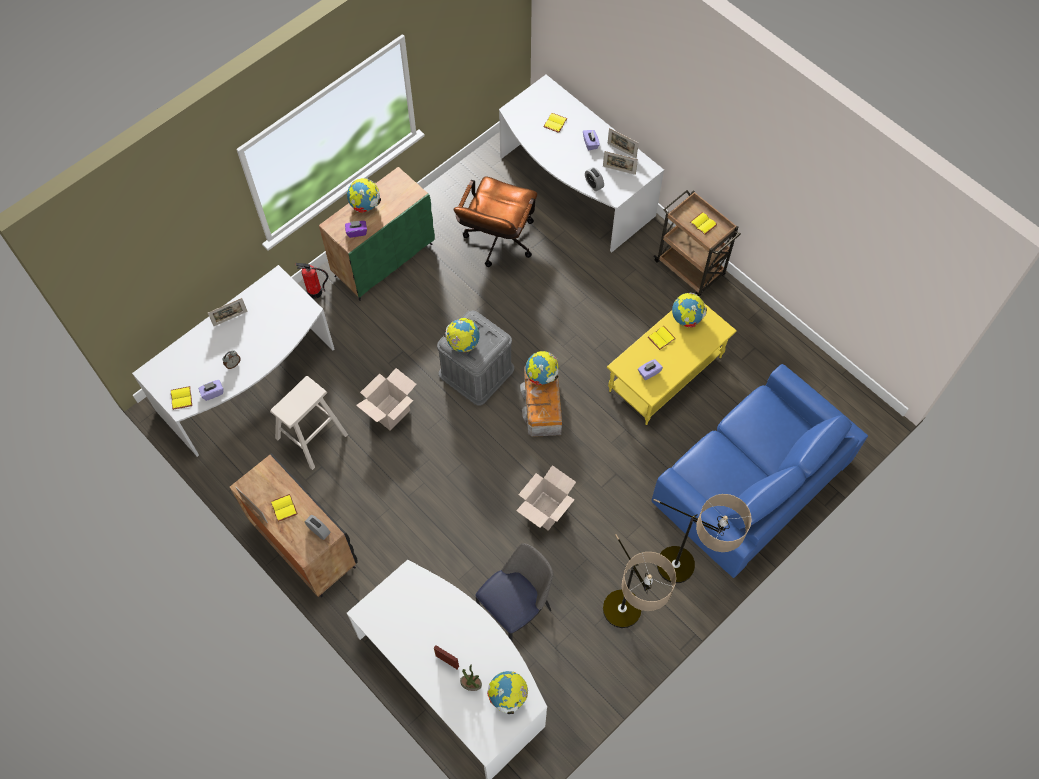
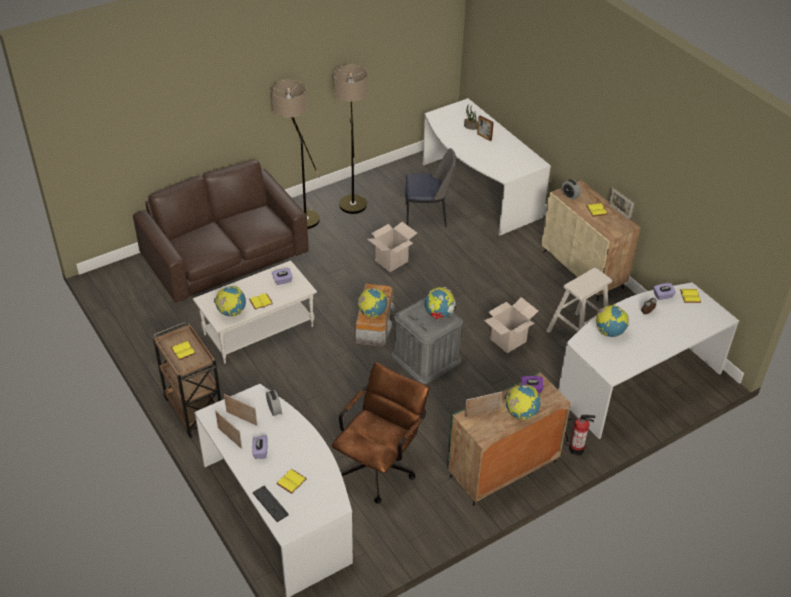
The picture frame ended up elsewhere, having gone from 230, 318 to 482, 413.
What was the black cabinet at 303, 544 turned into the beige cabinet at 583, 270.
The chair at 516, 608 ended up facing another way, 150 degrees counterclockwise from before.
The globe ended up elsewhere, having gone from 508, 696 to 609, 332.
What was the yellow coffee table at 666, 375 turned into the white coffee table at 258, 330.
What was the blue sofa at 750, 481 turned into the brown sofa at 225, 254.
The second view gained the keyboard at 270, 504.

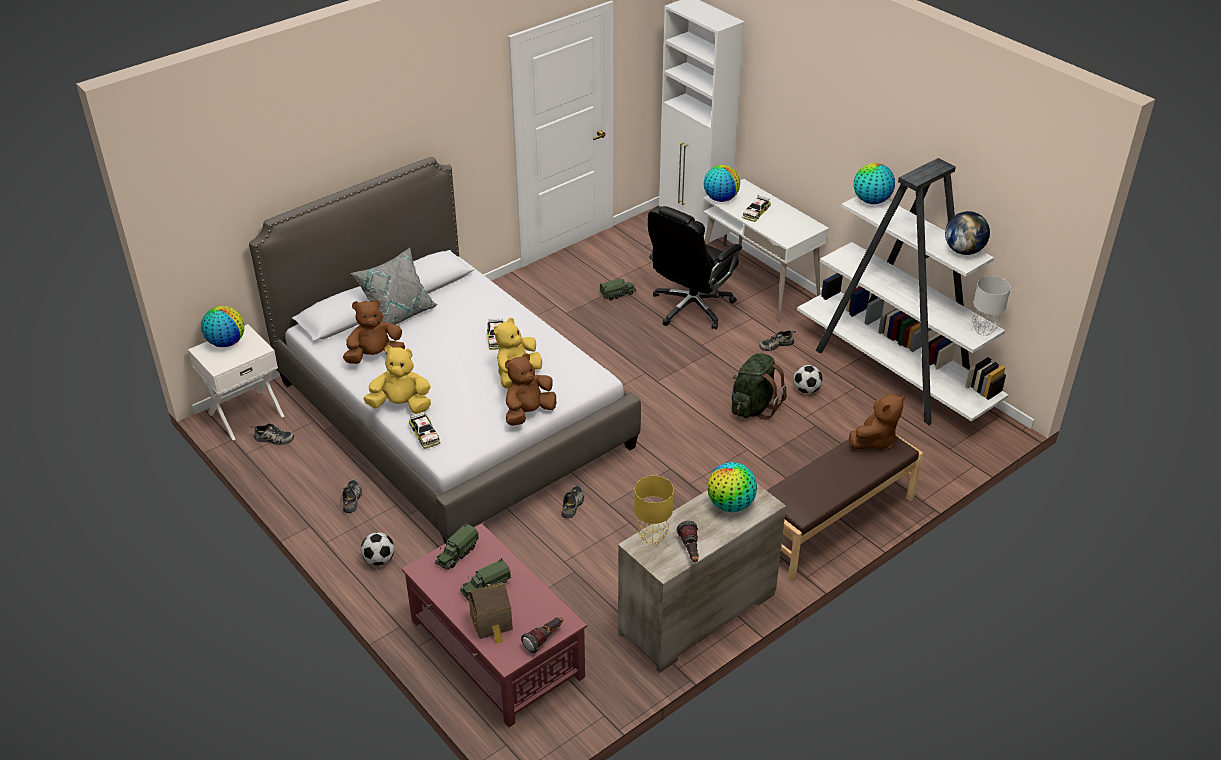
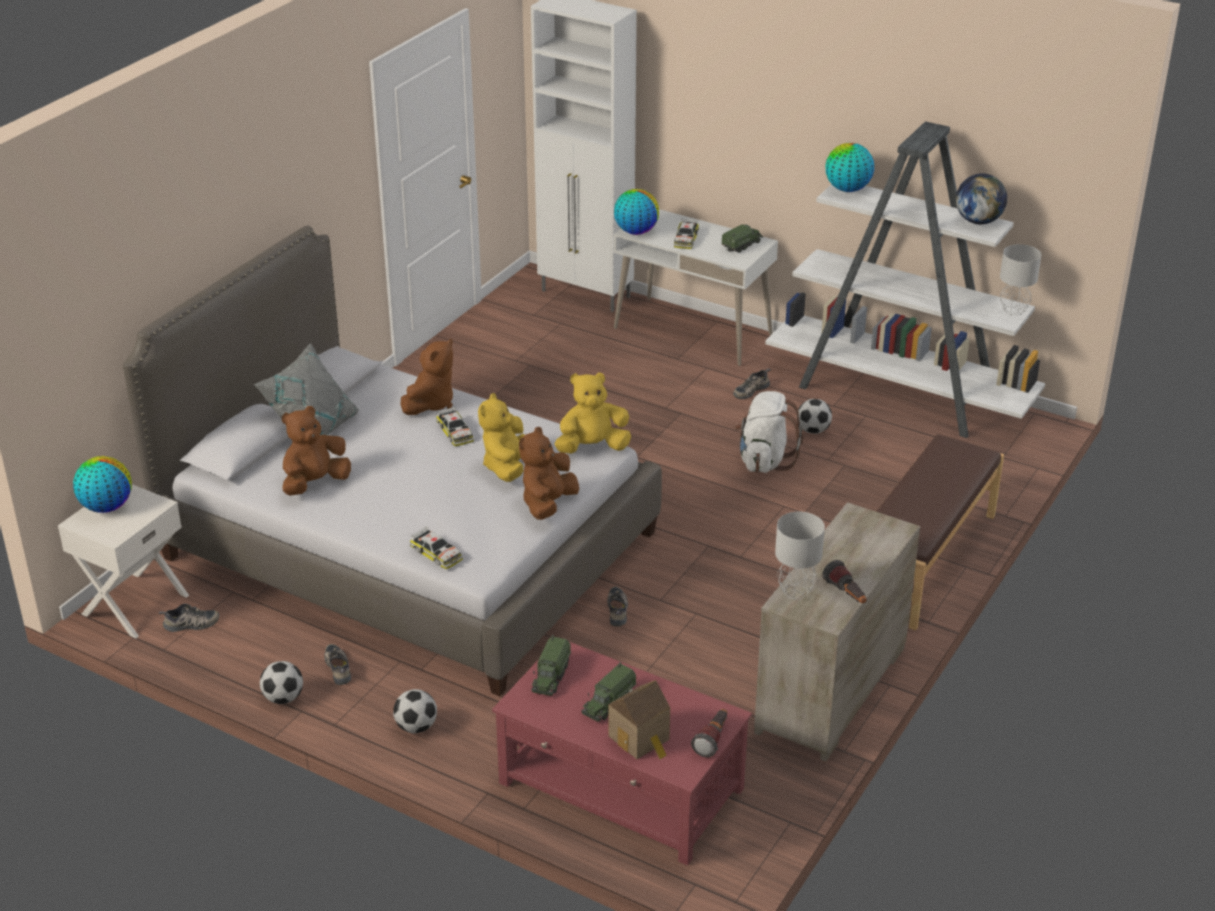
The yellow plush toy ended up elsewhere, having gone from 401, 405 to 592, 447.
The toy truck ended up elsewhere, having gone from 618, 294 to 742, 245.
What was the yellow table lamp at 652, 538 turned into the grey table lamp at 796, 592.
The second view lost the black office chair at 691, 308.
The second view lost the globe at 730, 505.
What was the green backpack at 753, 407 turned into the white backpack at 764, 461.
The brown plush toy ended up elsewhere, having gone from 874, 440 to 431, 403.
The second view gained the football at 283, 698.

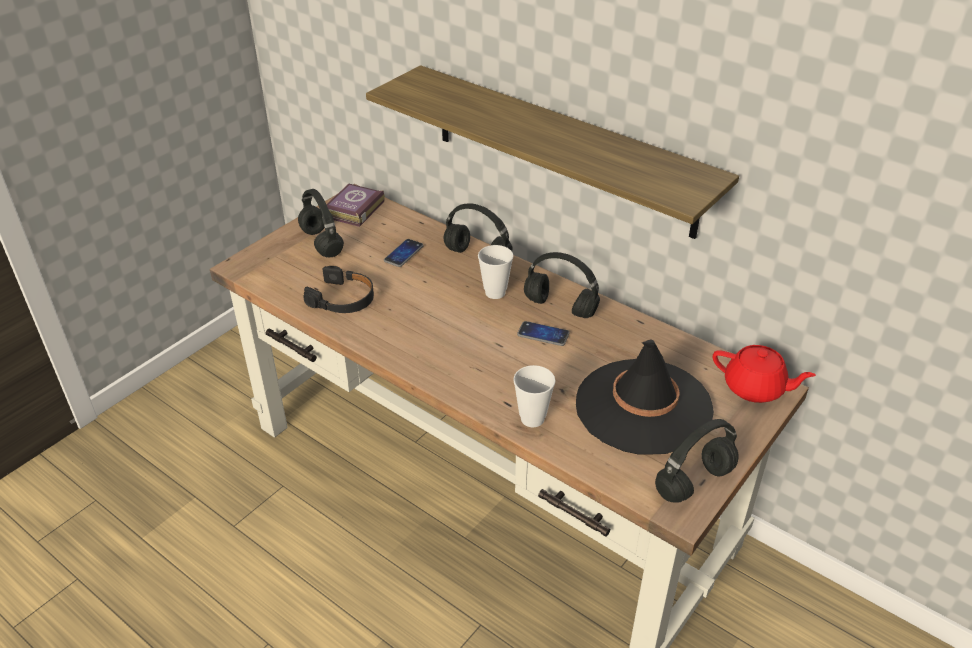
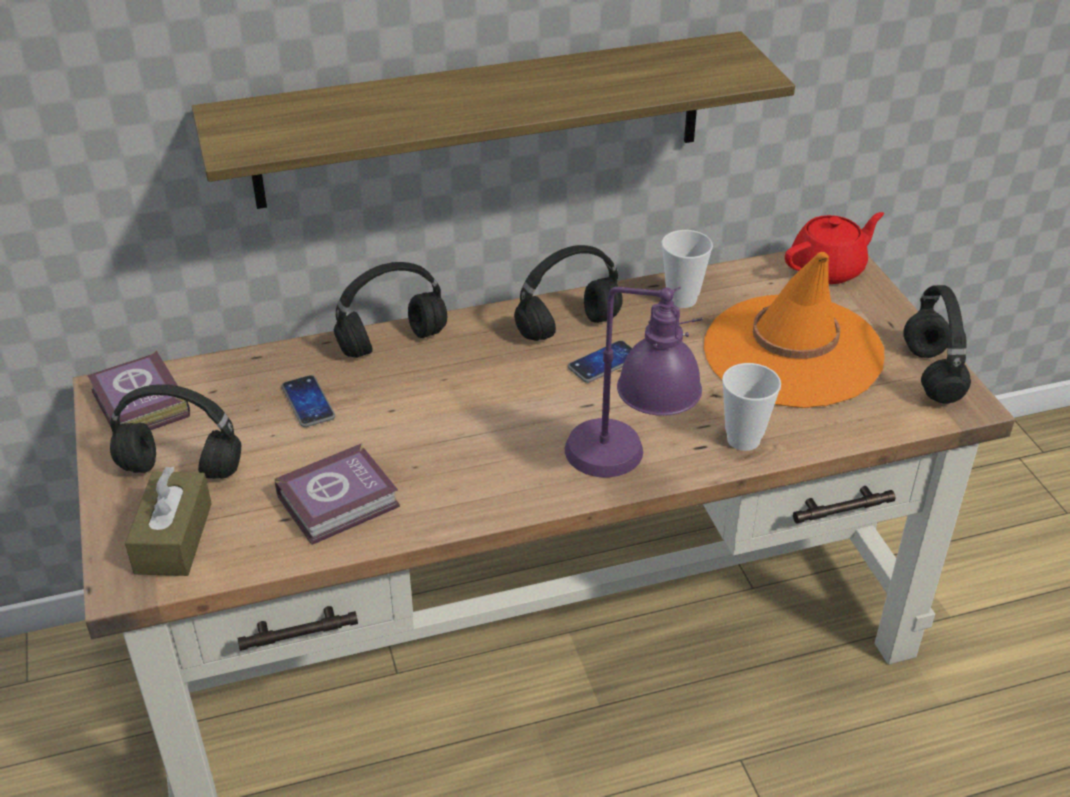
Where the black headphones stood at 343, 299, the book came to stand at 341, 502.
The cup ended up elsewhere, having gone from 495, 292 to 682, 299.
What was the black hat at 643, 406 turned into the orange hat at 792, 352.
The second view gained the brown tissue box at 173, 538.
The second view gained the purple table lamp at 629, 468.

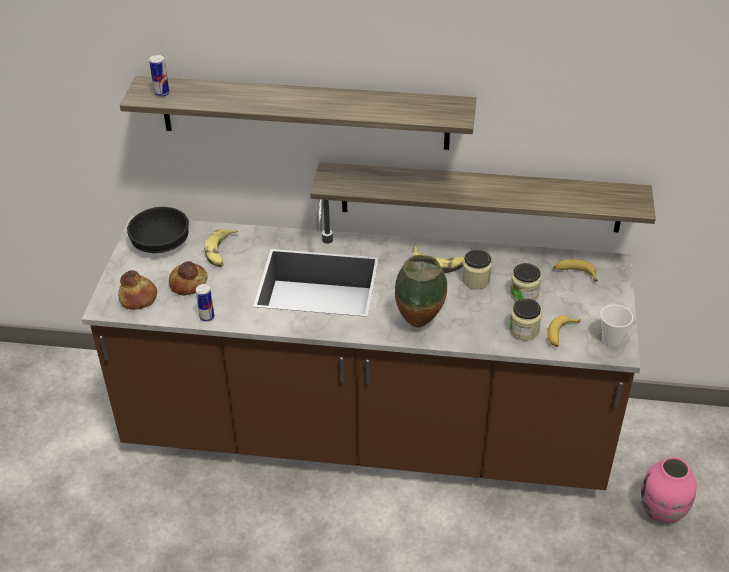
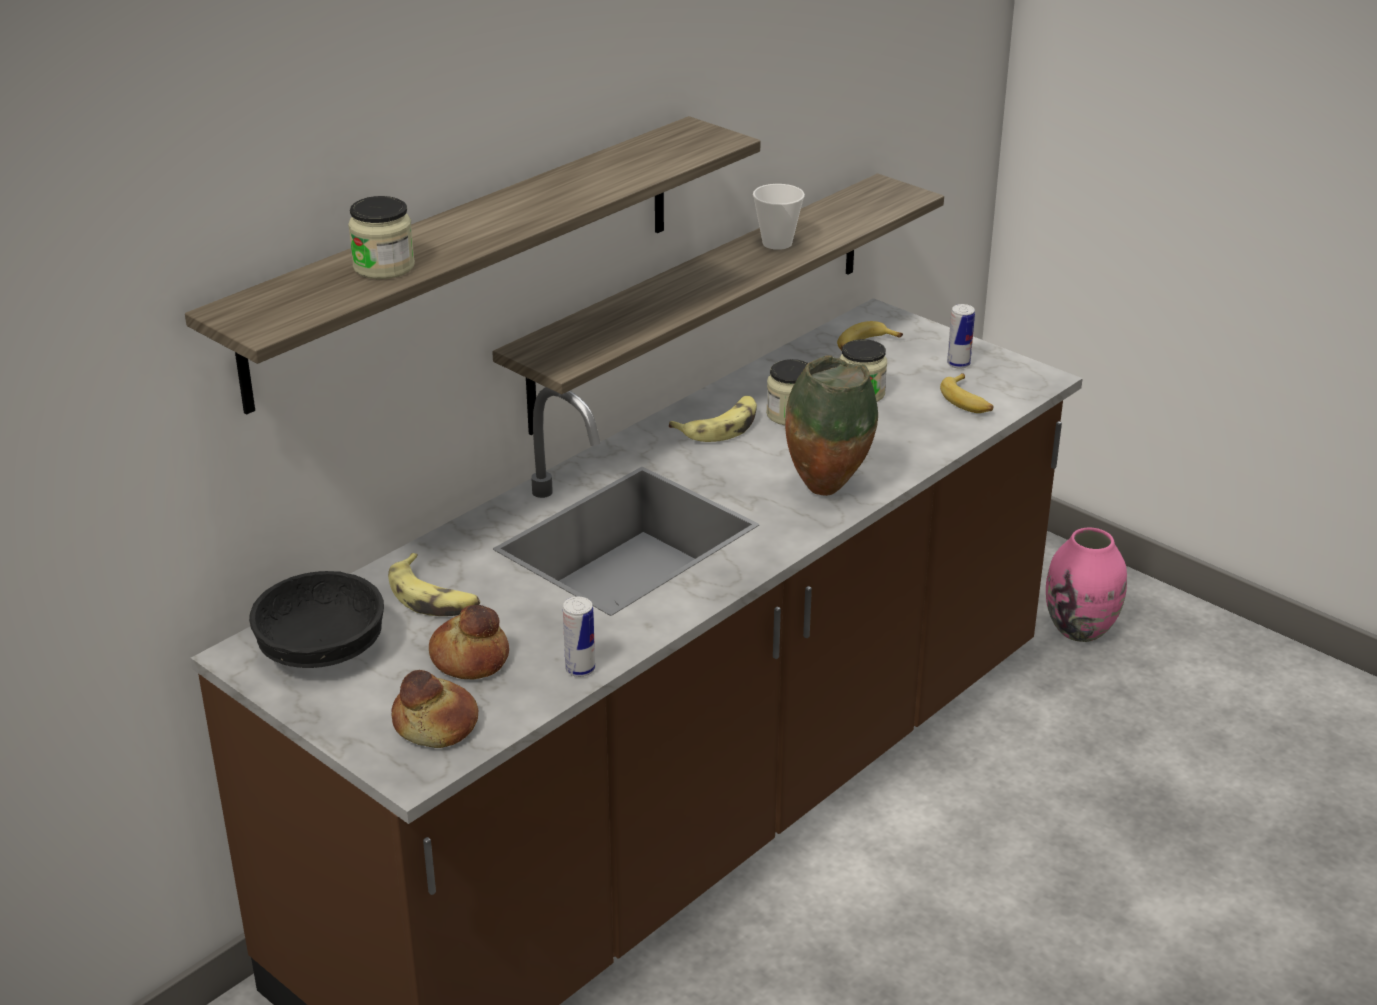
The can ended up elsewhere, having gone from 162, 93 to 958, 364.
The jar ended up elsewhere, having gone from 524, 330 to 384, 267.
The cup ended up elsewhere, having gone from 611, 339 to 777, 243.

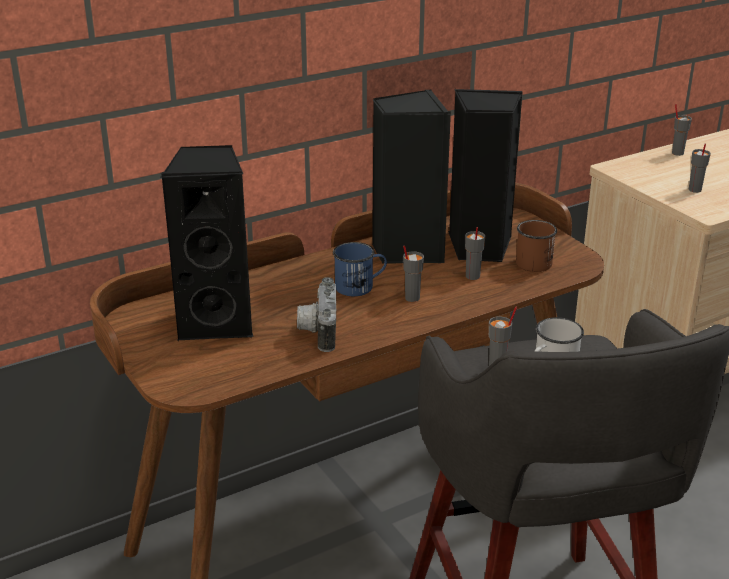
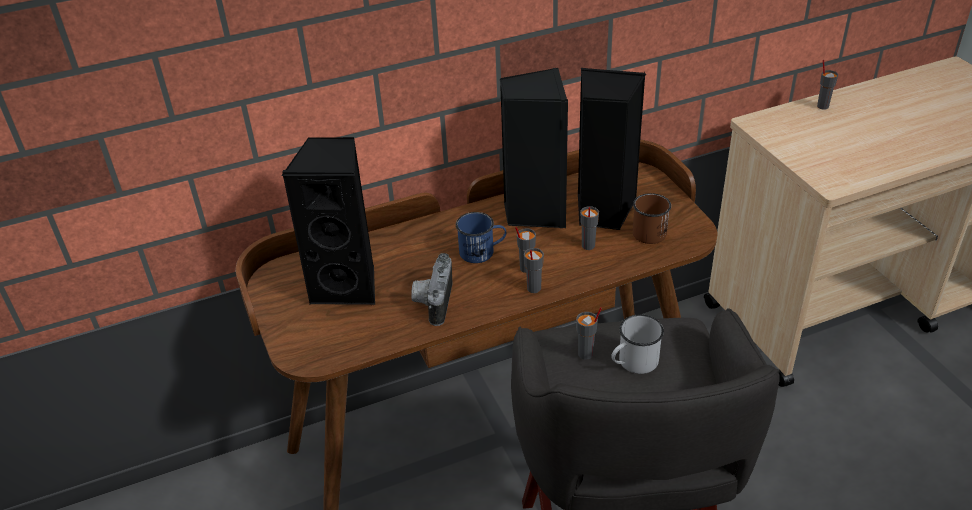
The grey cup ended up elsewhere, having gone from 694, 190 to 533, 288.

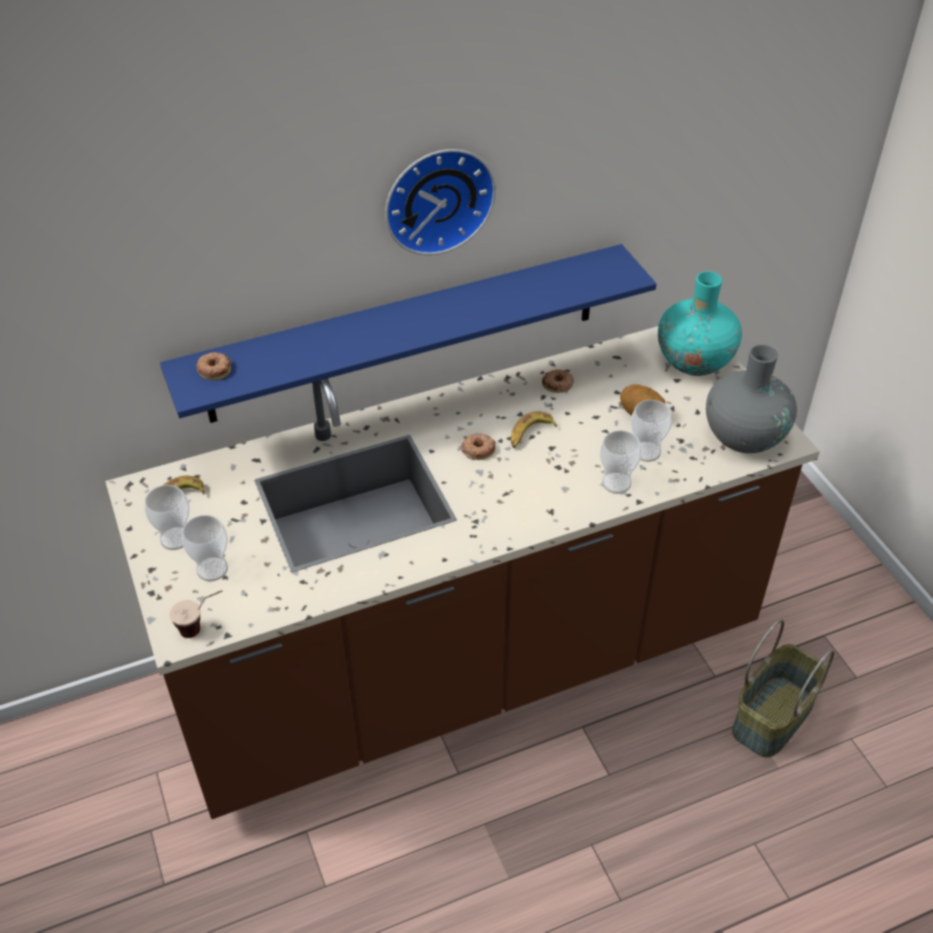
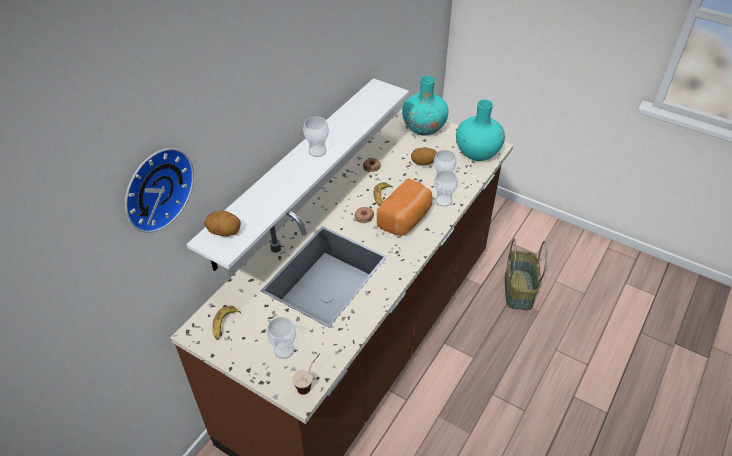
The cup ended up elsewhere, having gone from 175, 538 to 317, 151.
What was the blue shelf at 405, 334 turned into the white shelf at 294, 170.
Where the donut stood at 214, 369, the potato came to stand at 225, 232.
The wall clock ended up elsewhere, having gone from 437, 198 to 155, 188.
What was the grey vase at 744, 436 turned into the turquoise vase at 477, 153.
The second view gained the bread at 406, 219.

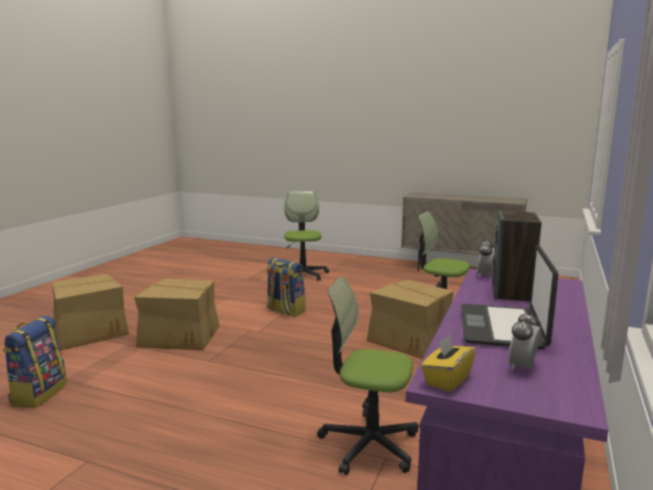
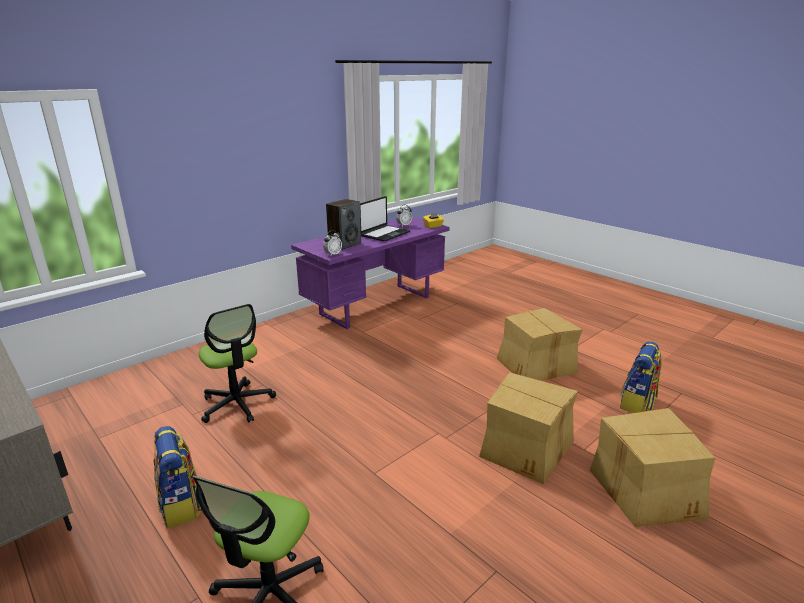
The backpack ended up elsewhere, having gone from 285, 311 to 182, 505.
The second view lost the office chair at 369, 444.
The cardboard box ended up elsewhere, having gone from 411, 340 to 535, 365.

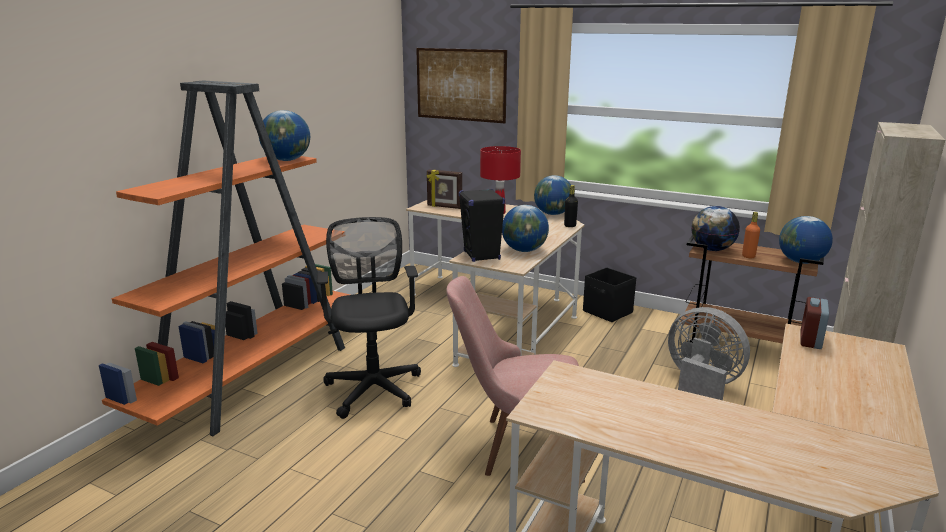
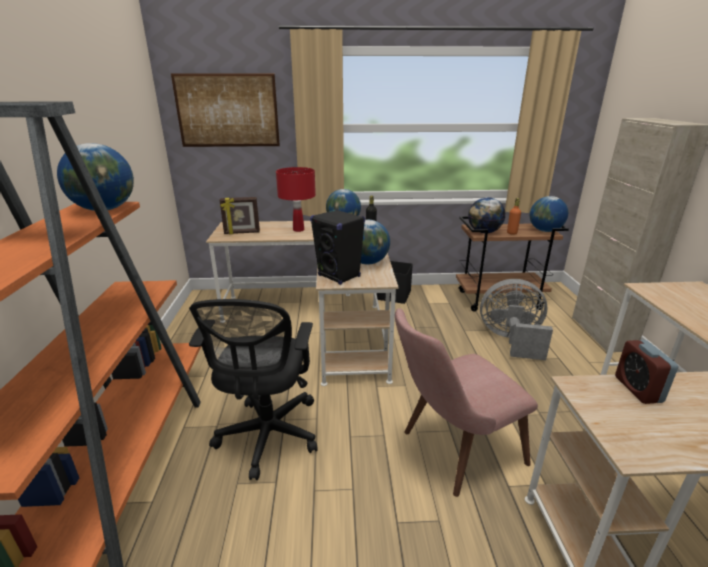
The black office chair at 373, 386 ended up facing another way, 135 degrees counterclockwise from before.
The alarm clock ended up elsewhere, having gone from 810, 340 to 638, 389.

